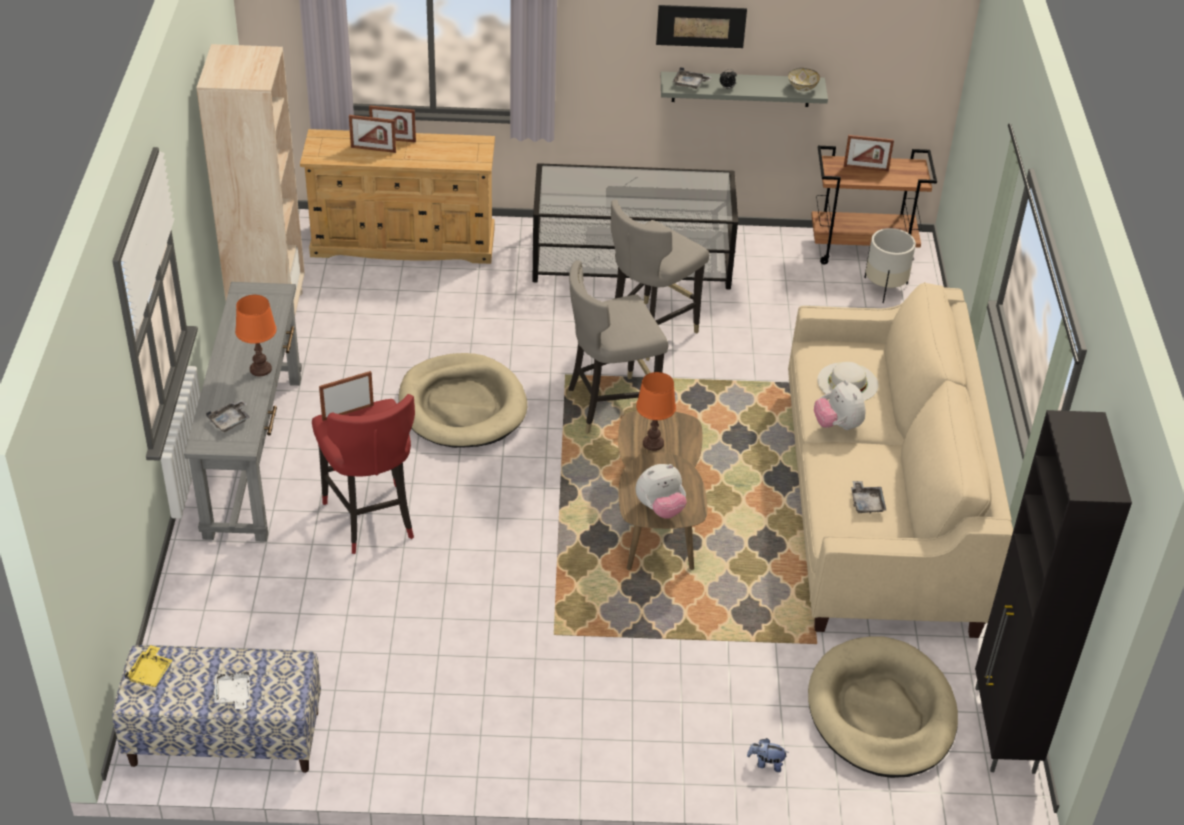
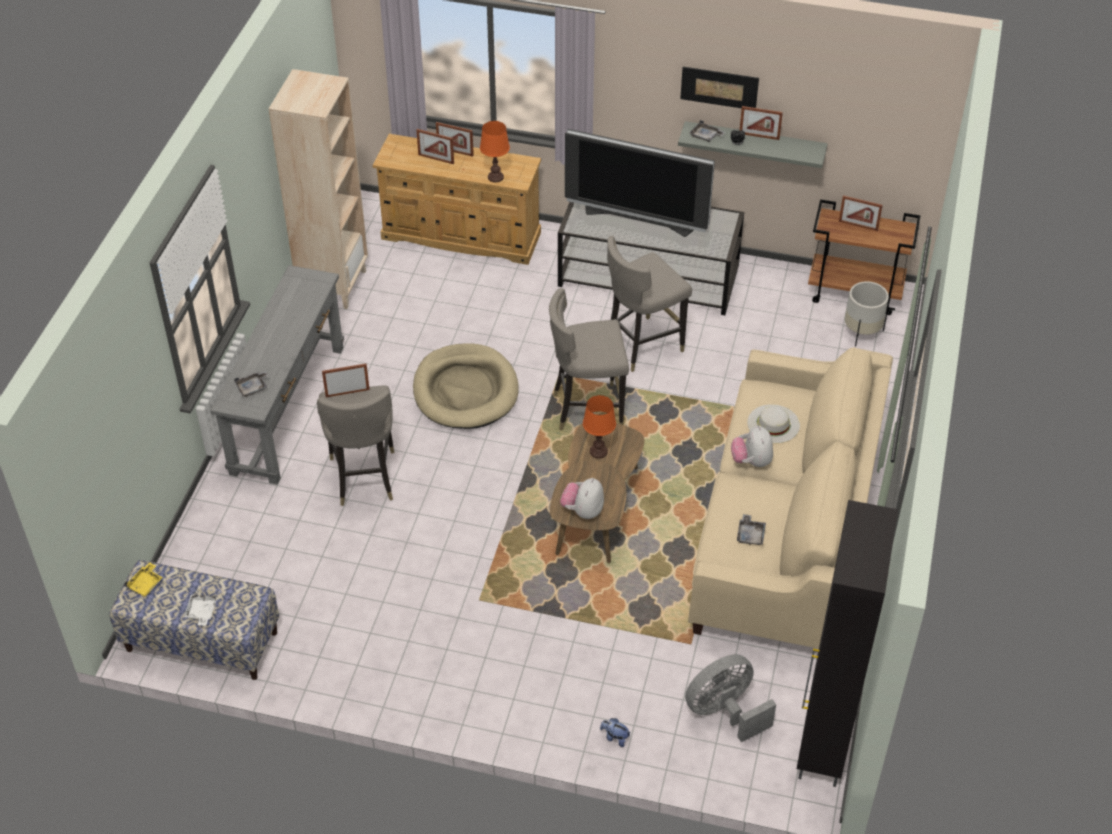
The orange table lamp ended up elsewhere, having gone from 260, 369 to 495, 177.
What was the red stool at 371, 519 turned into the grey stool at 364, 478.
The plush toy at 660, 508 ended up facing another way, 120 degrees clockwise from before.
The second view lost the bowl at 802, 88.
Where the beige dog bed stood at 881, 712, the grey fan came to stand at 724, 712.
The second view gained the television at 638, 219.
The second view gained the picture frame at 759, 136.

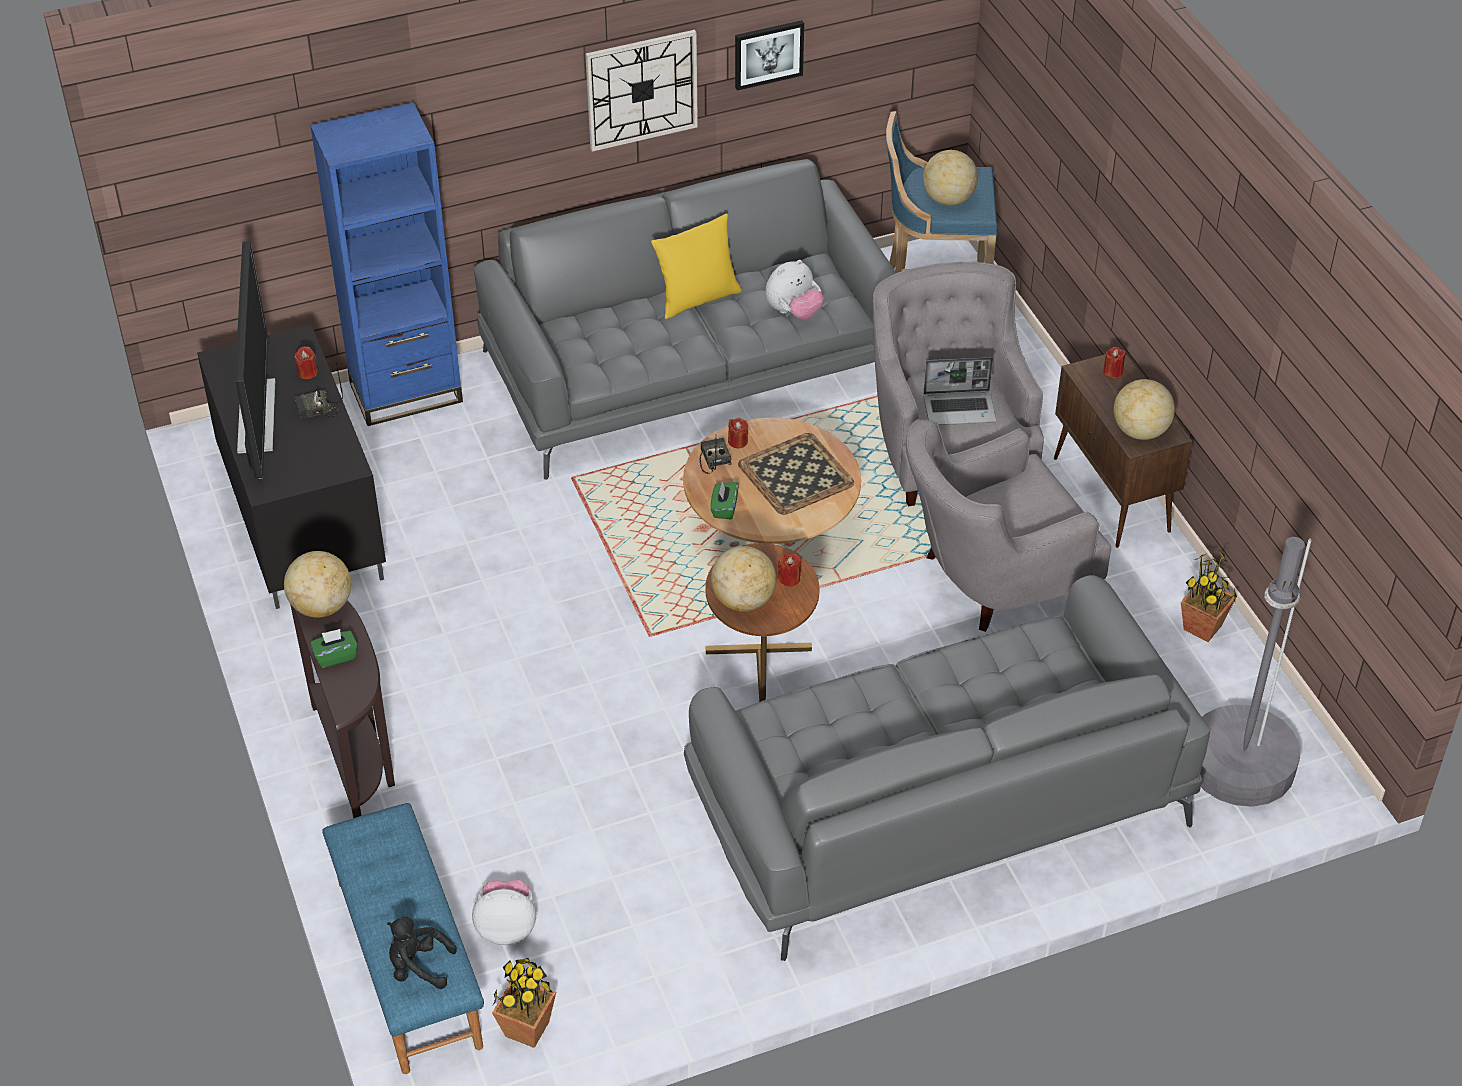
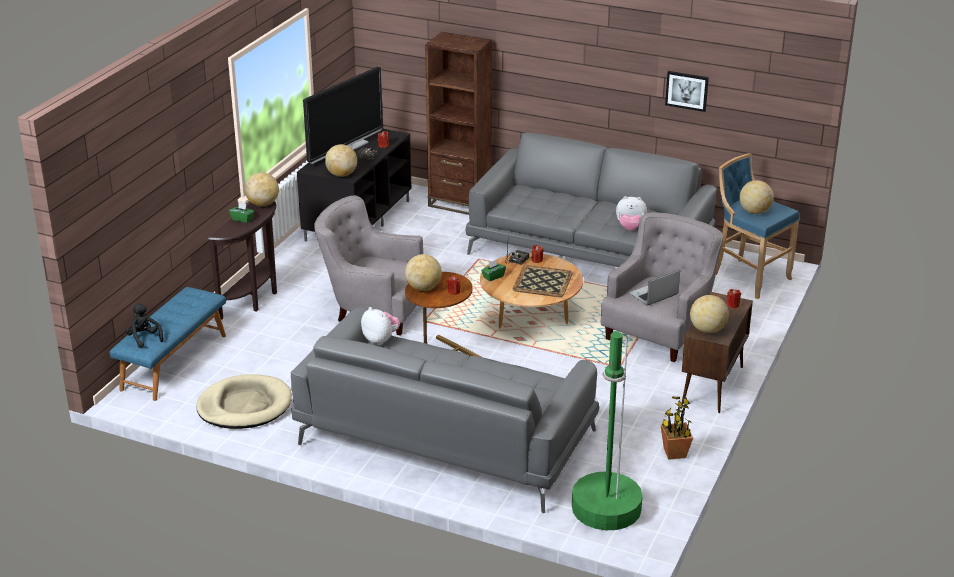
What was the blue bookcase at 406, 393 turned into the brown bookcase at 459, 203.
The plush toy ended up elsewhere, having gone from 507, 927 to 381, 340.
The second view lost the potted plant at 526, 1029.
The second view lost the wall clock at 641, 89.
The second view lost the yellow pillow at 697, 298.
The grey armchair ended up elsewhere, having gone from 993, 578 to 375, 309.
The laptop at 960, 408 ended up facing another way, 105 degrees clockwise from before.
What was the grey floor lamp at 1240, 765 turned into the green floor lamp at 606, 508.
The second view gained the beige dog bed at 244, 406.
The second view gained the globe at 342, 174.

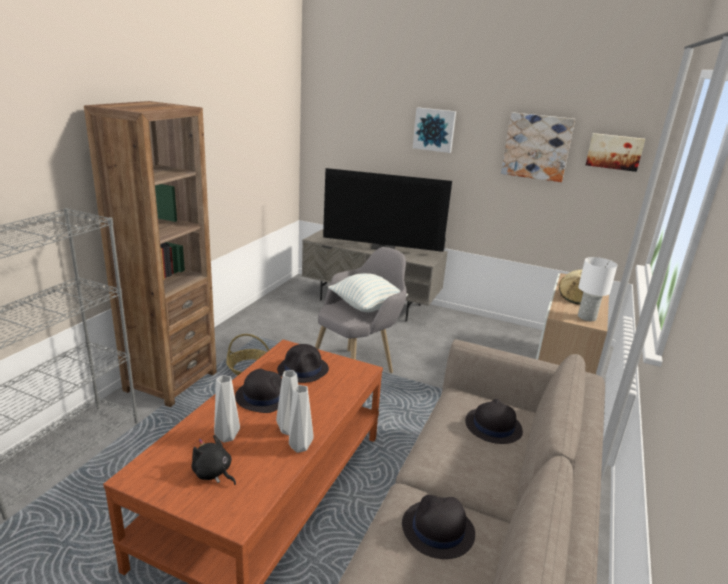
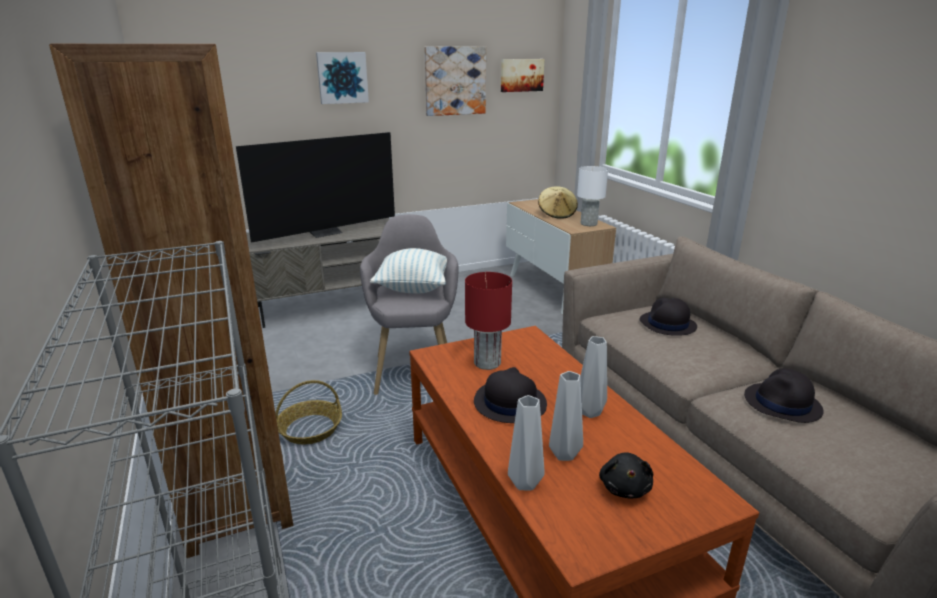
The black plush toy at 213, 473 ended up facing another way, 75 degrees counterclockwise from before.
Where the black hat stood at 303, 369, the red table lamp came to stand at 487, 362.
The grey vase ended up elsewhere, having gone from 298, 447 to 523, 483.

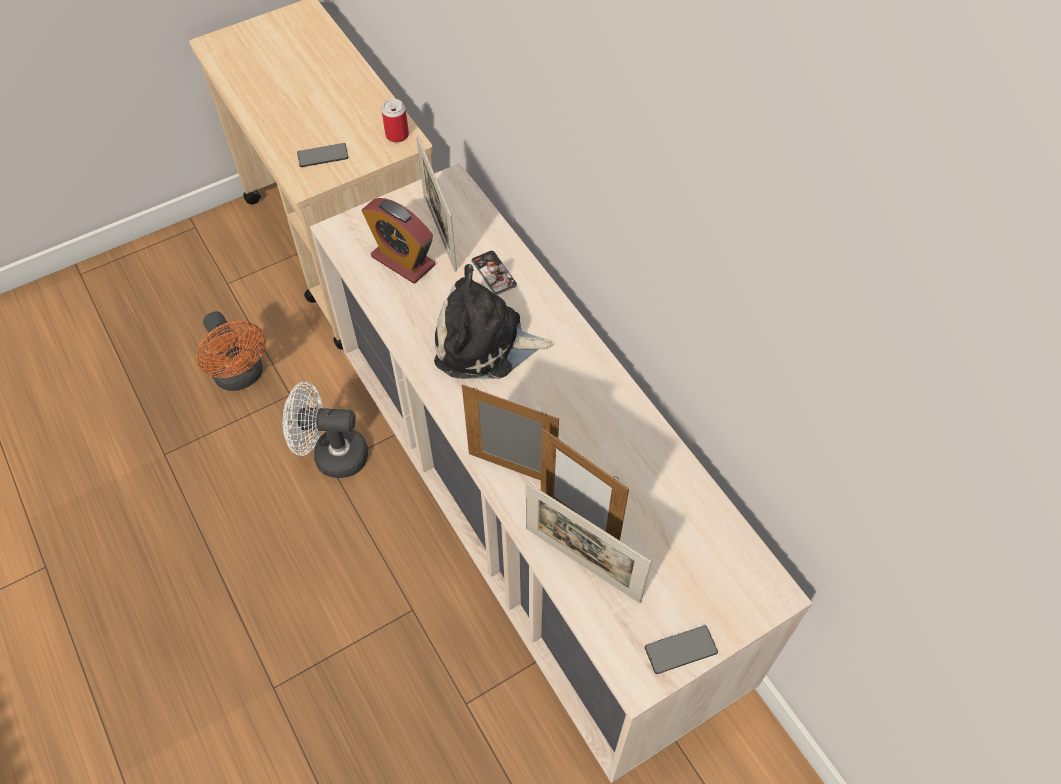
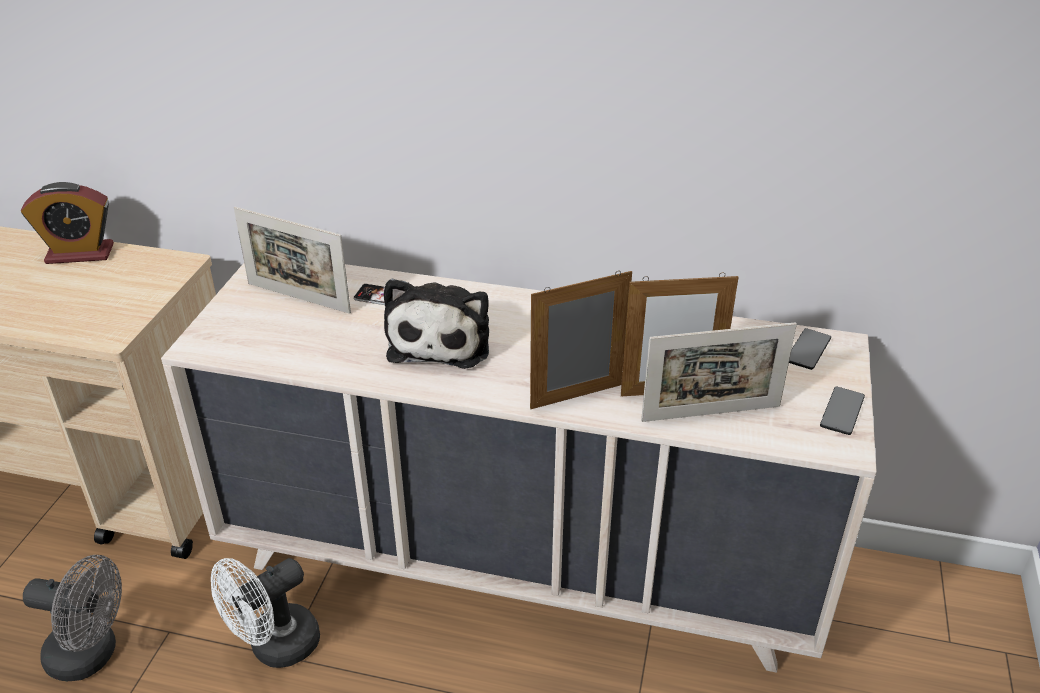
What was the orange fan at 242, 377 turned into the grey fan at 92, 655.
The phone ended up elsewhere, having gone from 323, 156 to 808, 350.
The alarm clock ended up elsewhere, having gone from 403, 261 to 80, 254.
The second view lost the can at 397, 135.
The plush toy at 485, 344 ended up facing another way, 45 degrees counterclockwise from before.

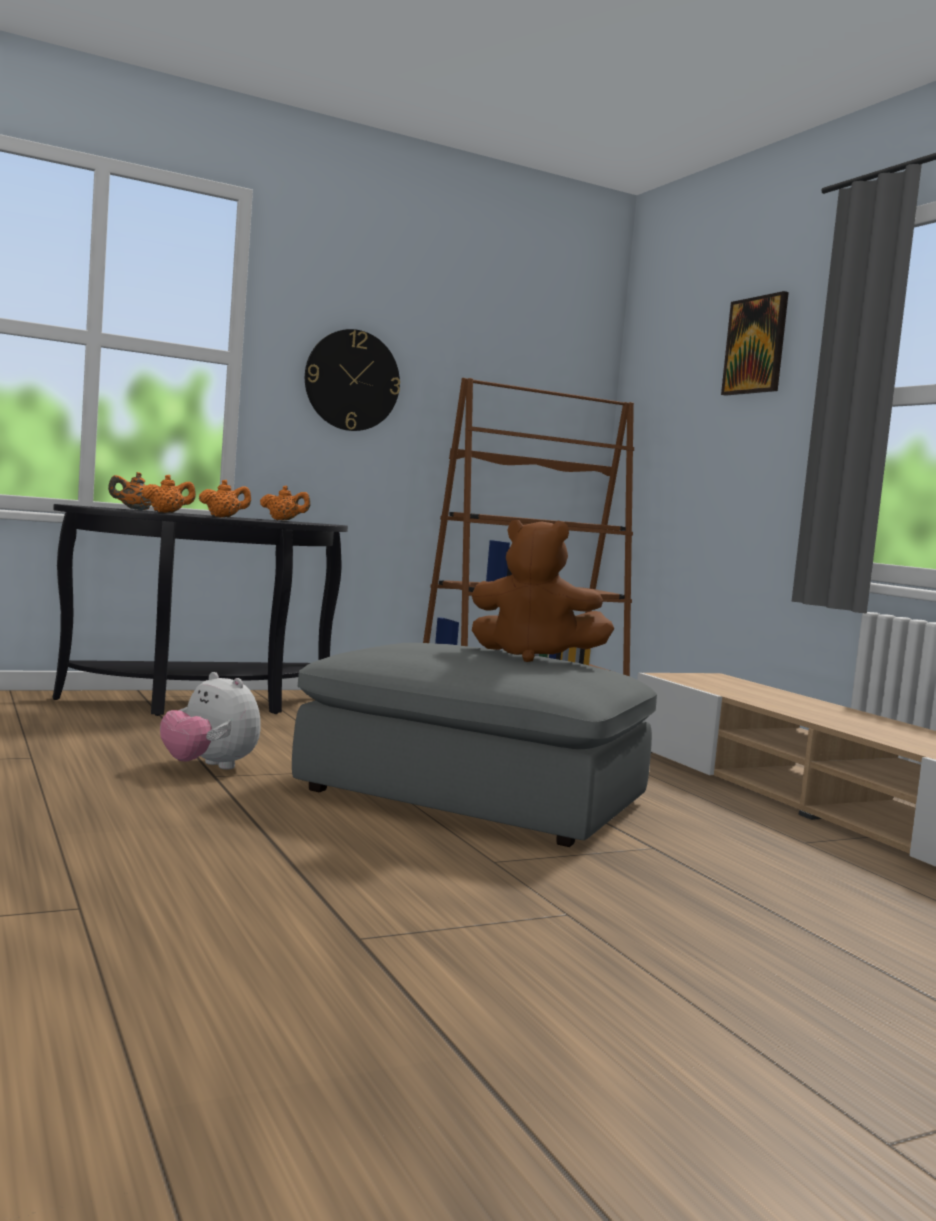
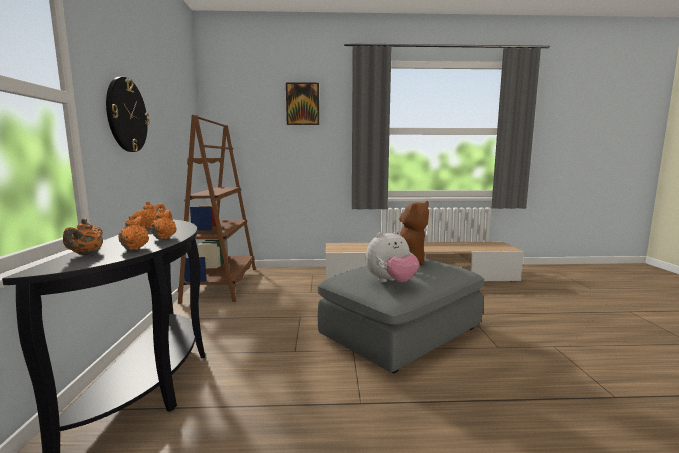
The plush toy ended up elsewhere, having gone from 209, 767 to 391, 282.

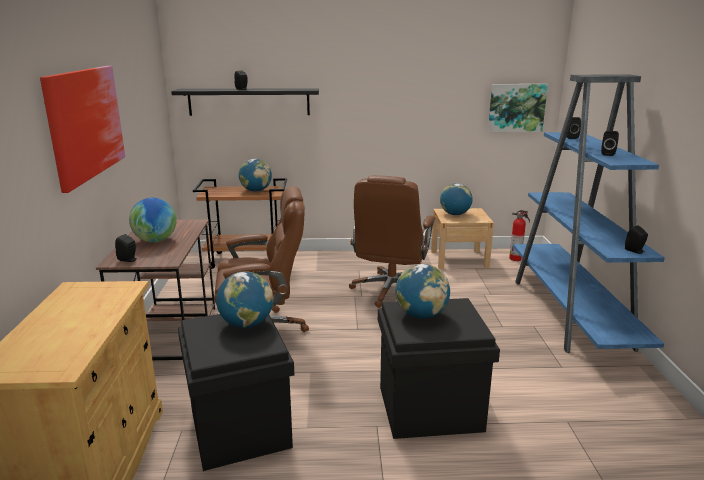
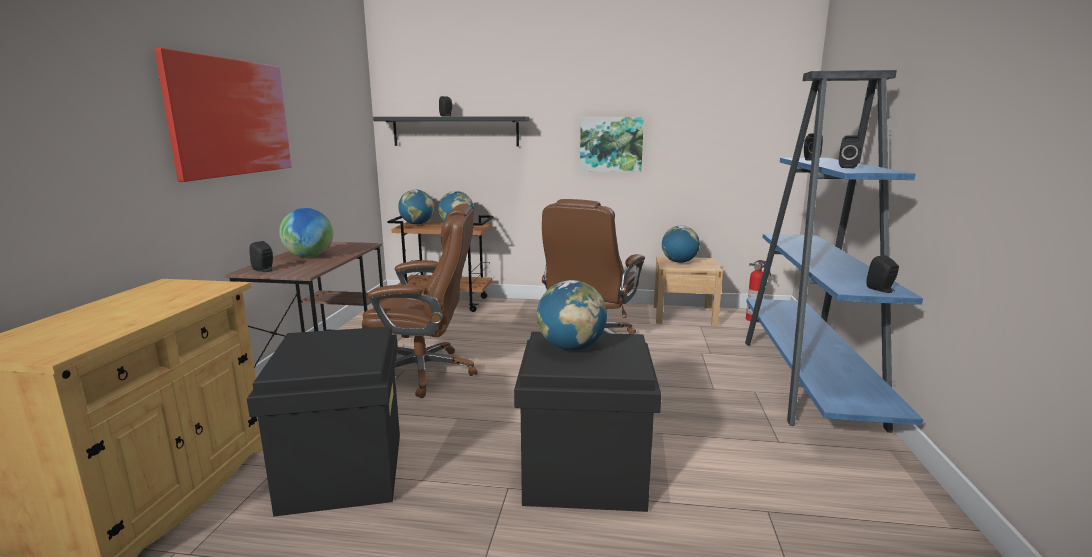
The globe ended up elsewhere, having gone from 246, 324 to 417, 224.
The picture ended up elsewhere, having gone from 516, 107 to 611, 144.

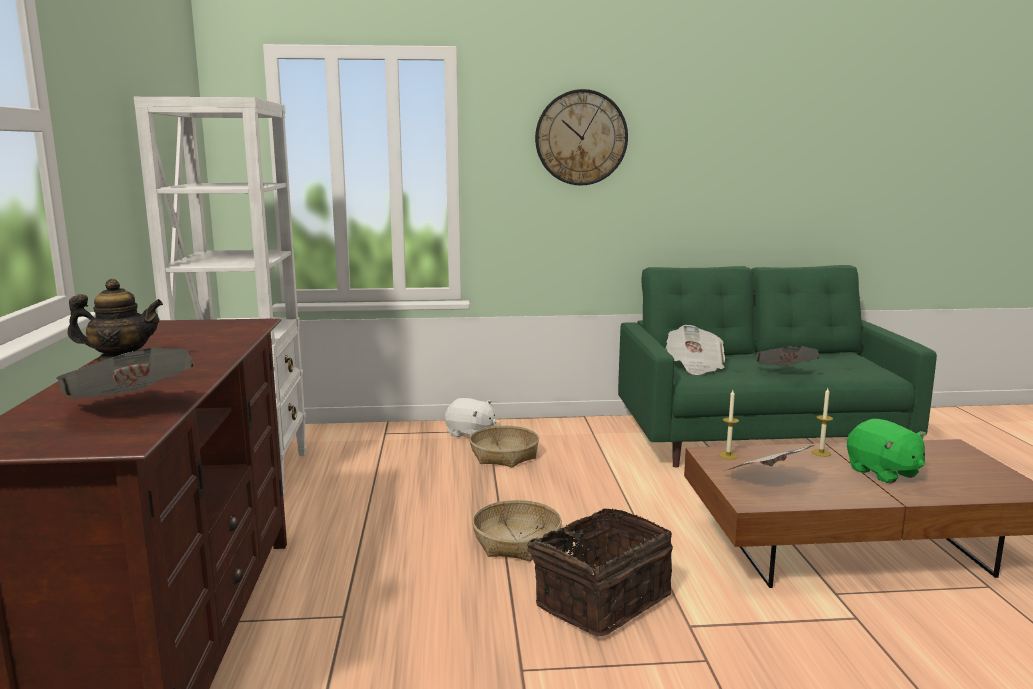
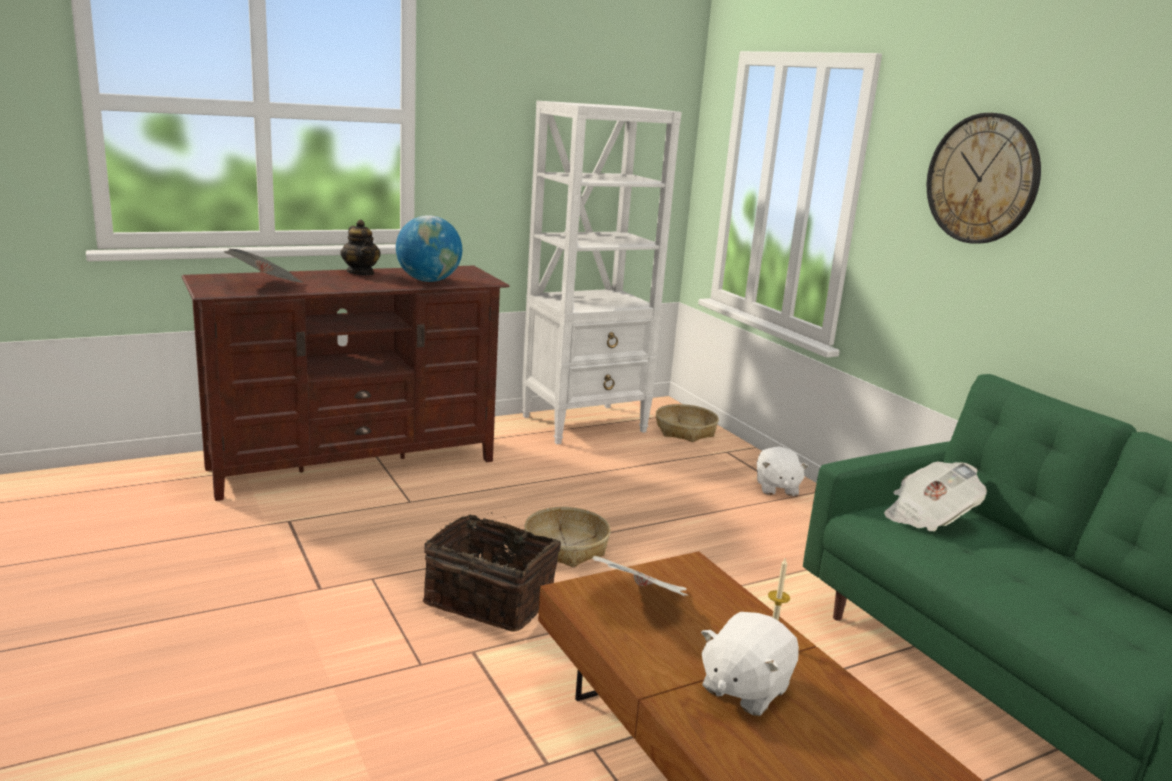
The basket ended up elsewhere, having gone from 504, 455 to 685, 431.
The second view lost the candle at 728, 455.
The second view lost the newspaper at 785, 373.
What was the green plush toy at 883, 472 turned into the white plush toy at 744, 688.
The second view gained the globe at 428, 281.

